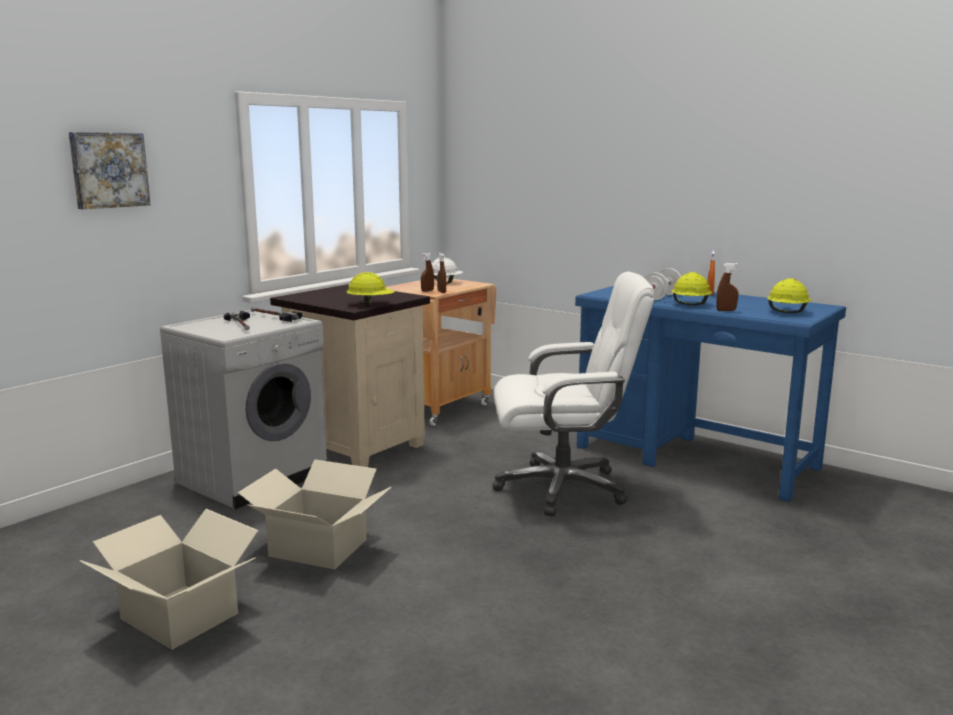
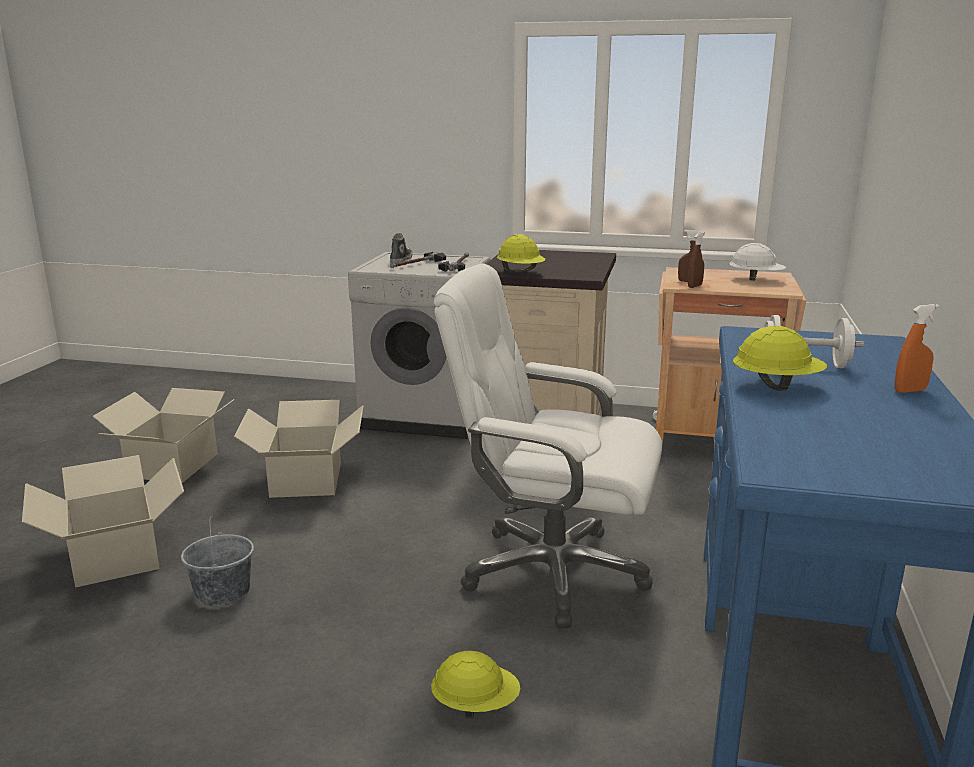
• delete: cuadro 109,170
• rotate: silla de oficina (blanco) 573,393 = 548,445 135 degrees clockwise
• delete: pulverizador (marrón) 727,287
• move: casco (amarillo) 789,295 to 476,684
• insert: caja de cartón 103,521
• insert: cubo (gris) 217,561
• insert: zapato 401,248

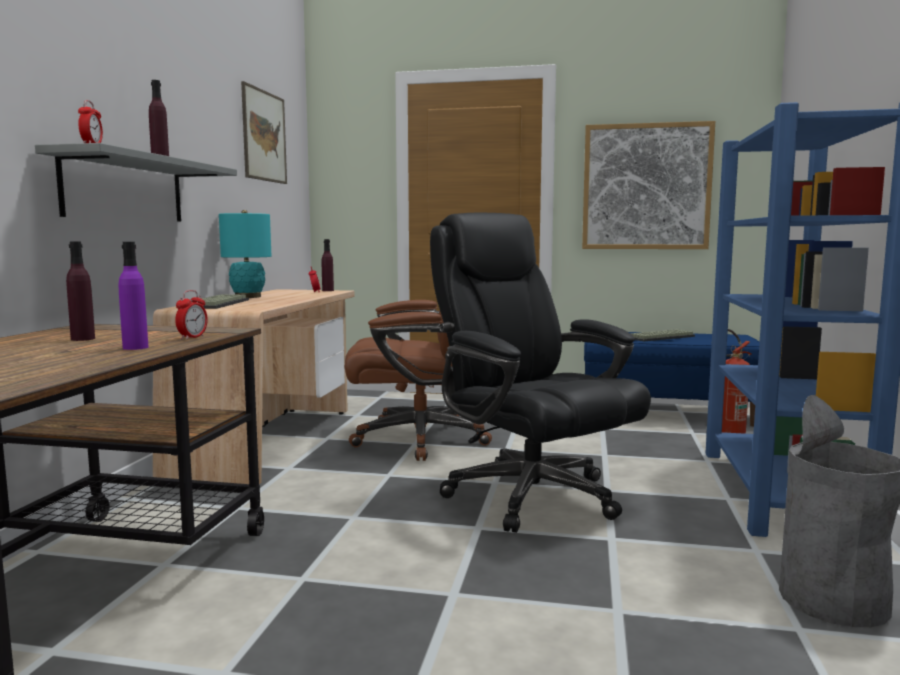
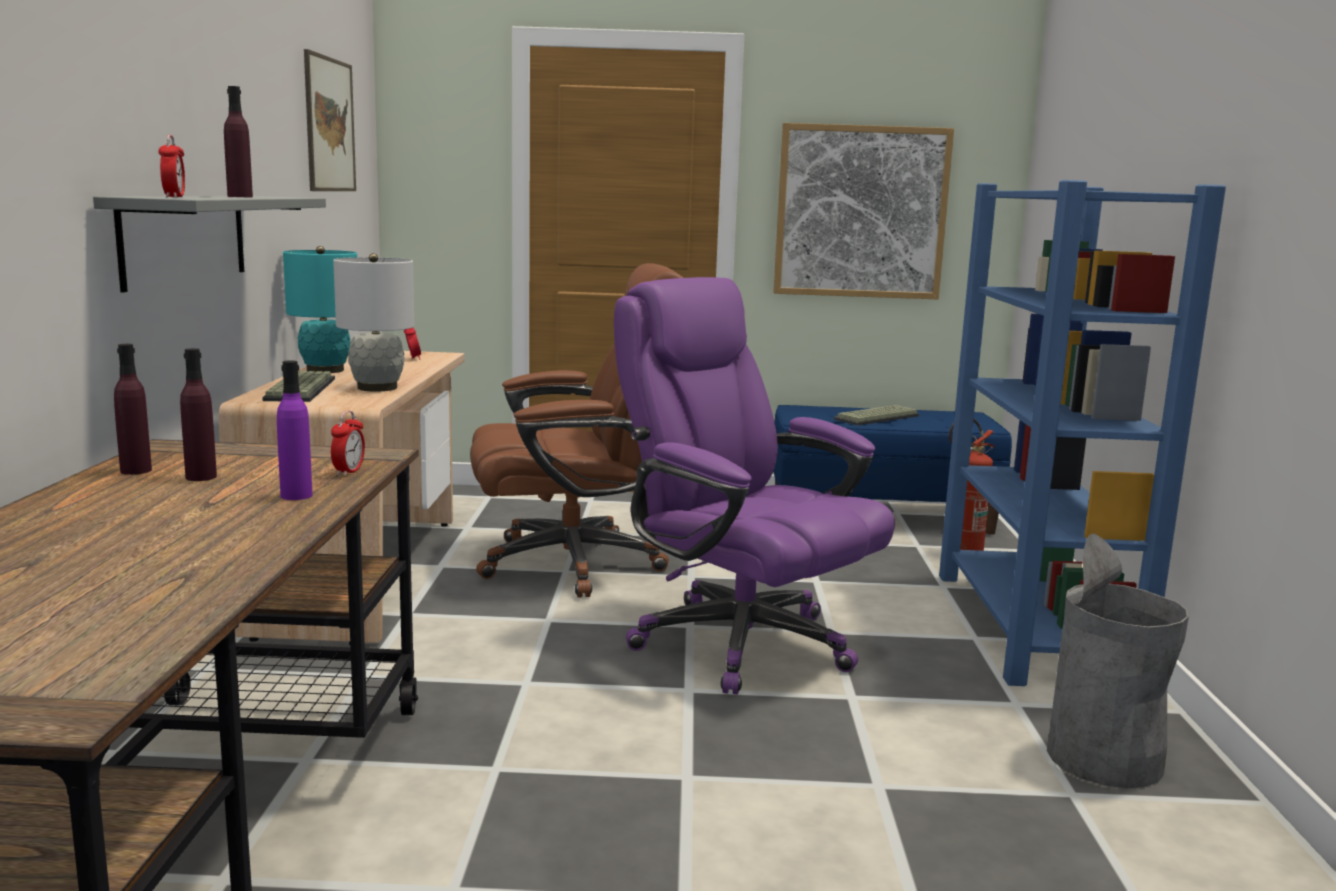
• move: botella (morado) 328,265 to 133,409
• recolor: silla de oficina (negro) 540,373 to silla de oficina (morado) 754,486
• insert: lámpara de mesa (blanco) 373,322

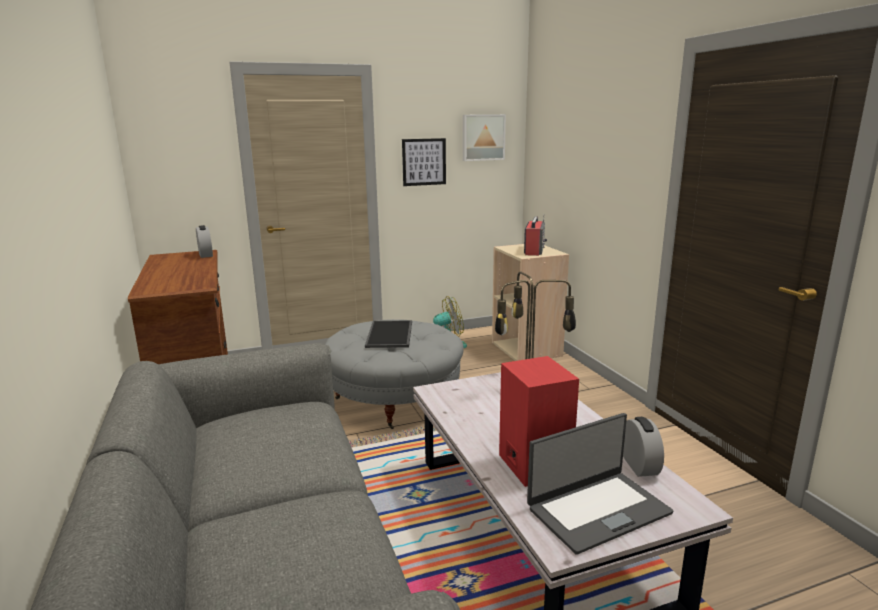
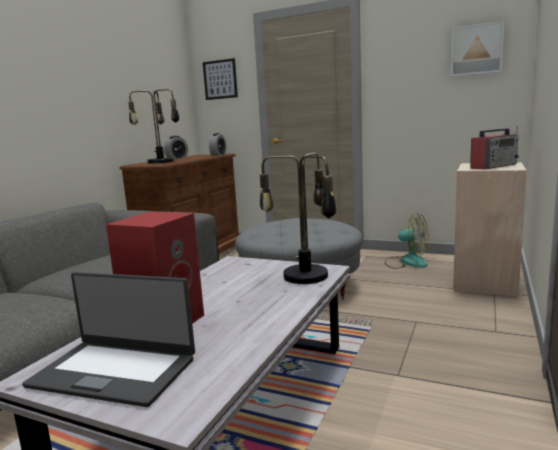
• delete: bandeja 388,334
• move: cuadro 424,162 to 220,79
• move: despertador 643,447 to 176,147
• insert: lámpara de mesa 153,126

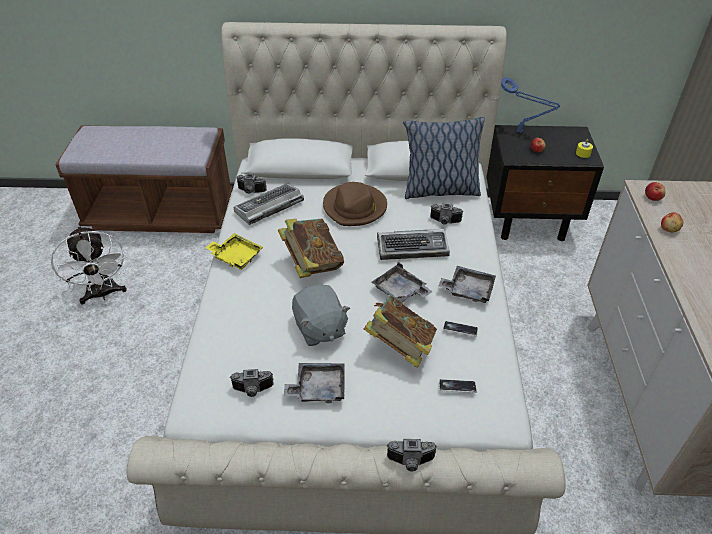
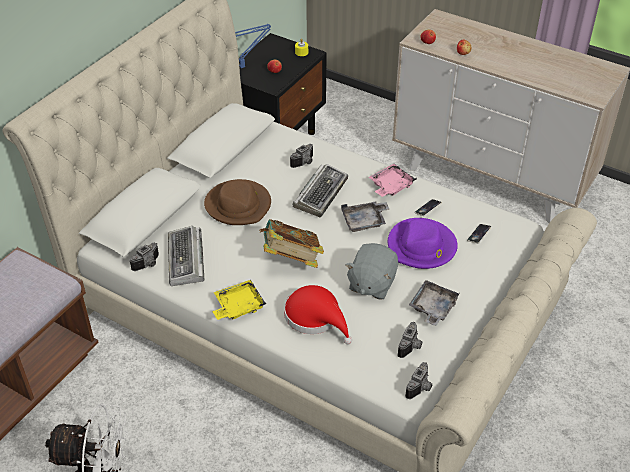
• rotate: peluche (gris) 321,315 = 371,271 105 degrees clockwise
• replace: libro 400,331 to sombrero (morado) 423,243
• move: cámara 412,455 to 418,380
• delete: cojín 444,158
• recolor: bandeja (gris) 467,284 to bandeja (rosa) 393,180
• insert: sombrero (rojo) 318,314

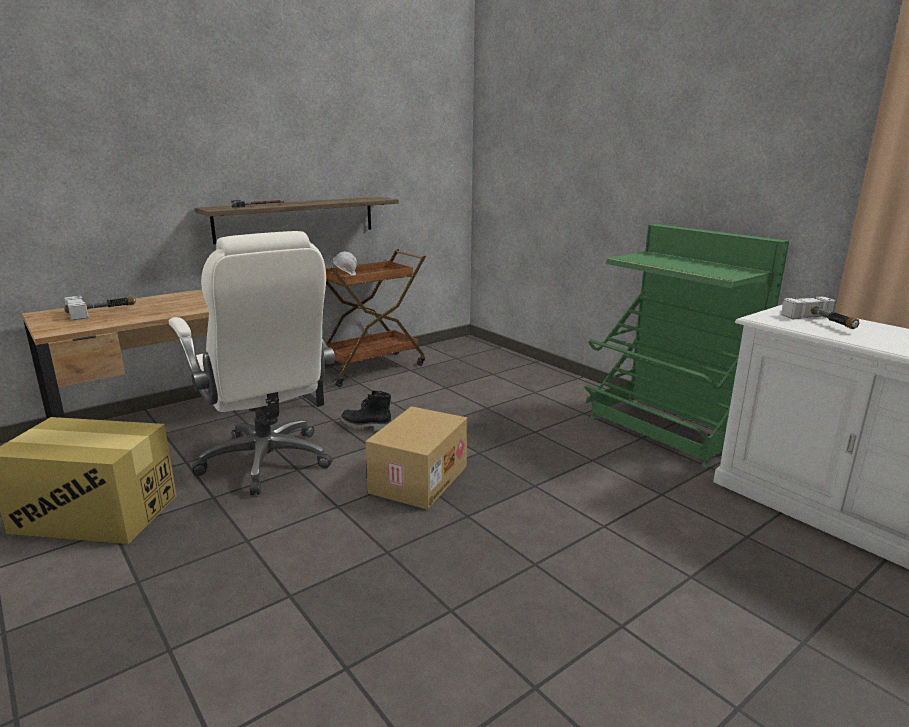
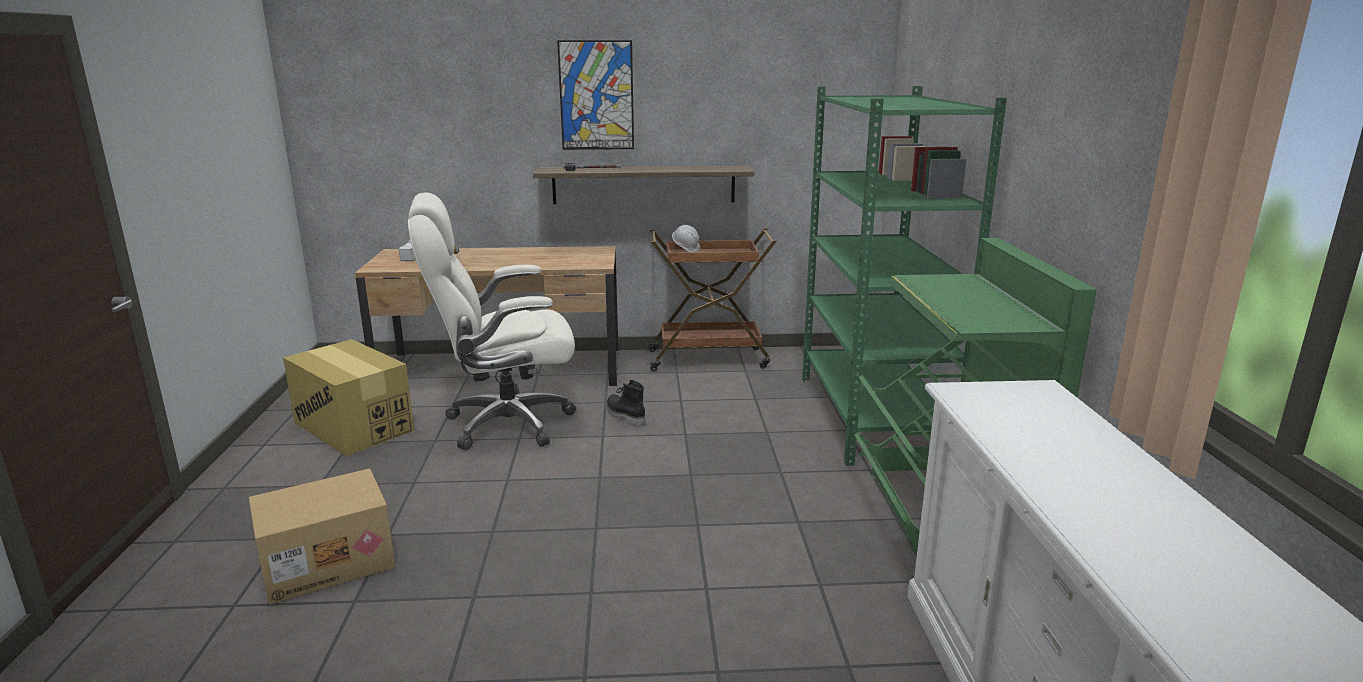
• rotate: silla de oficina (blanco) 252,363 = 492,321 75 degrees clockwise
• move: caja de cartón 416,458 to 322,536
• delete: martillo 820,313
• insert: cuadro 595,95
• insert: estantería (verde) 904,276

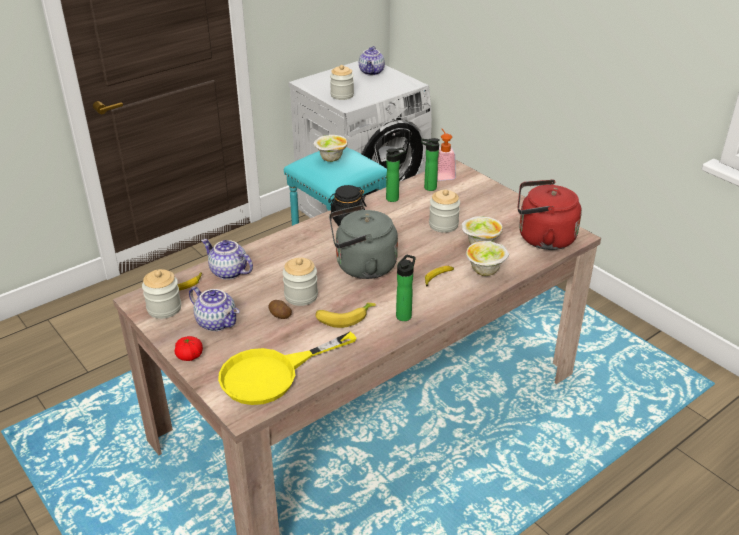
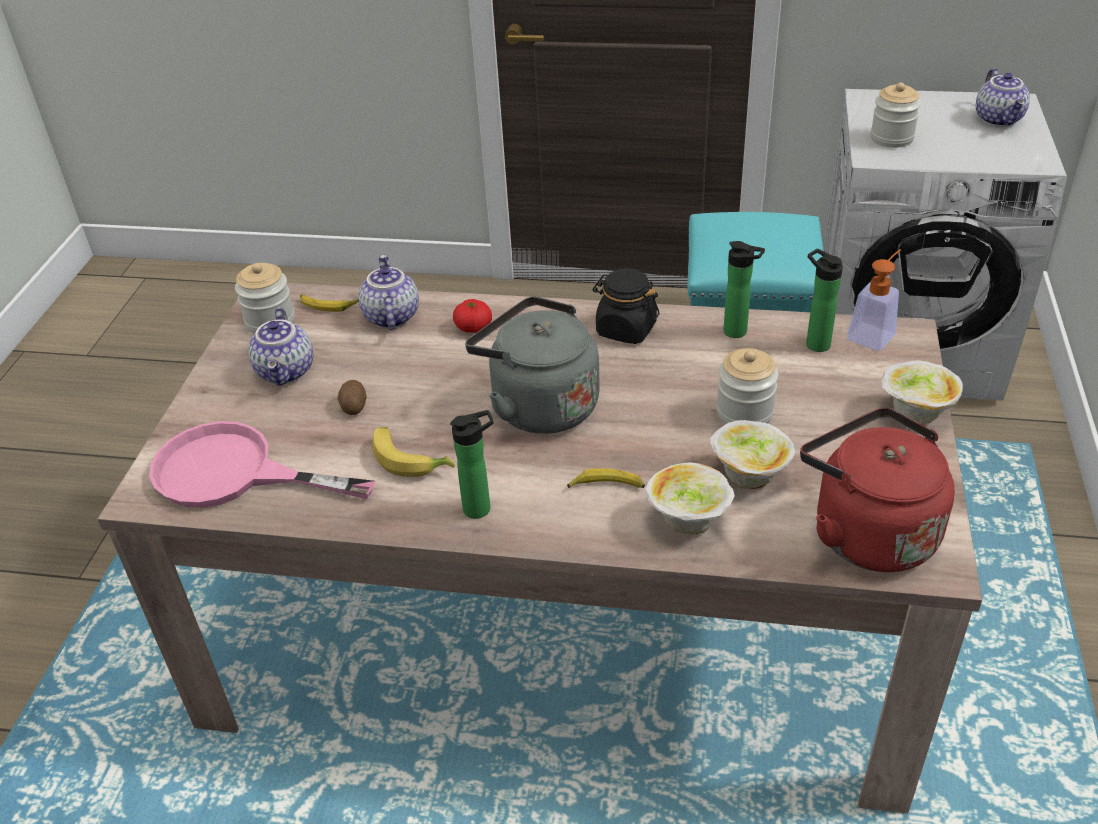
• move: tomate 188,348 to 472,316
• recolor: sartén (amarillo) 287,368 to sartén (rosa) 262,464
• delete: tarro 300,281
• move: cuenco 331,148 to 922,392
• rotate: tetera 372,61 = 1003,97 60 degrees counterclockwise

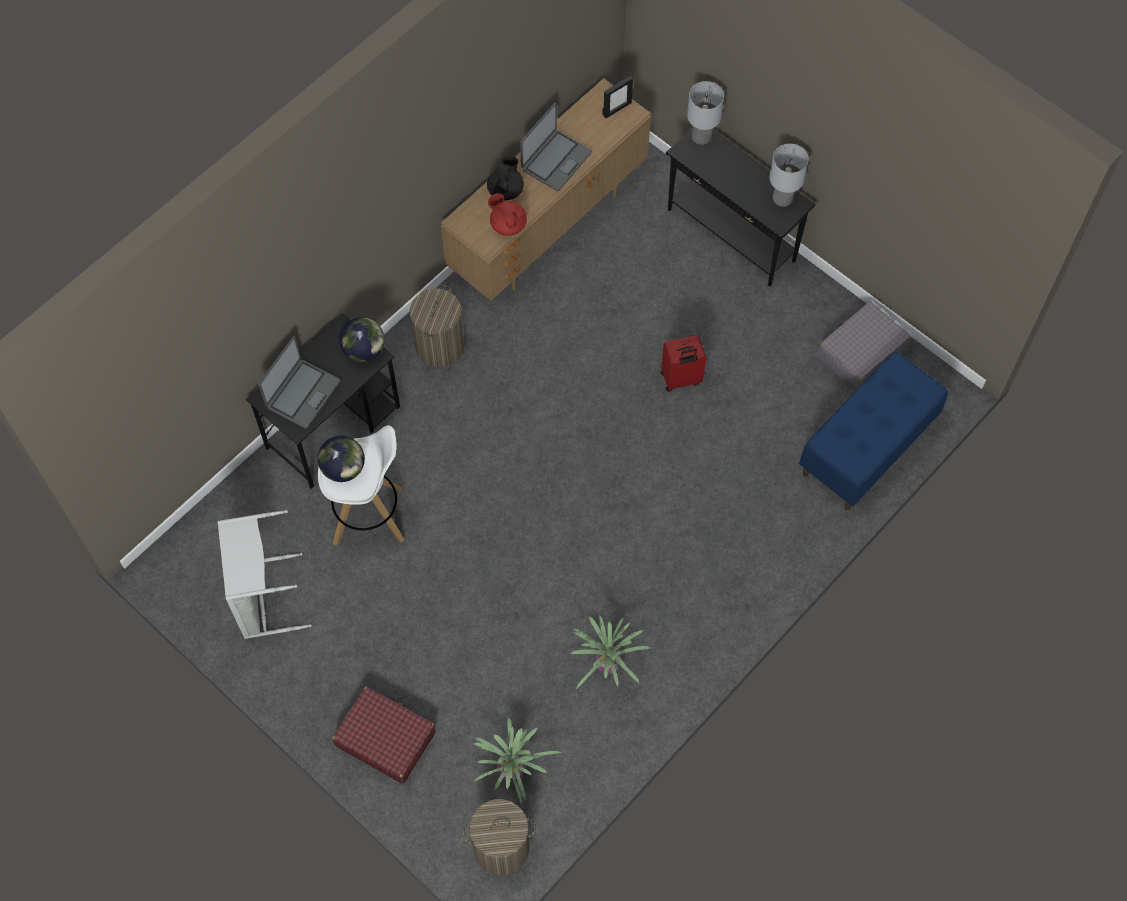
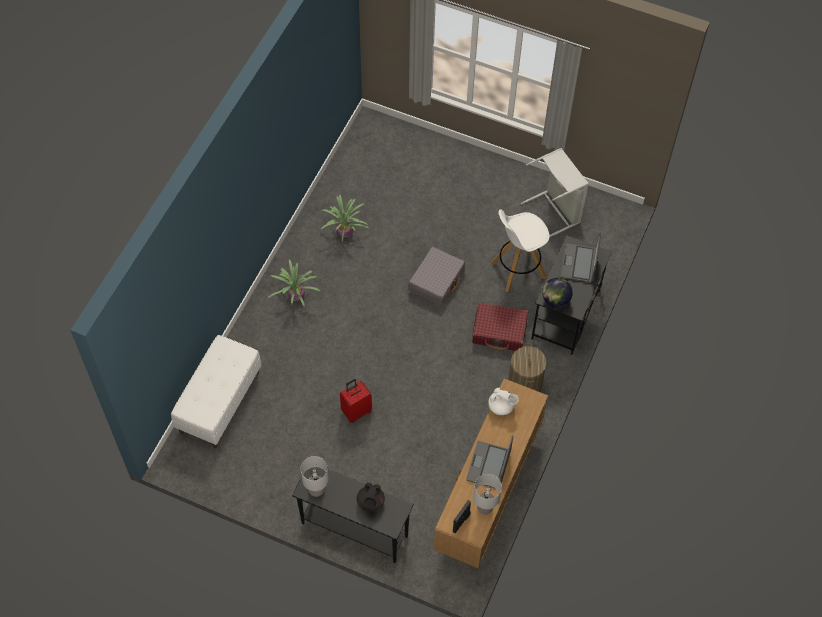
• delete: globo terráqueo 341,459
• move: maleta (rojo) 384,735 to 500,326
• delete: cesto de la ropa 499,837
• move: planta en maceta 517,760 to 294,283
• move: tetera (negro) 505,178 to 371,497
• recolor: tetera (rojo) 507,214 to tetera (blanco) 503,401
• move: lámpara de mesa (gris) 705,113 to 487,494
• recolor: banco (azul) 873,431 to banco (blanco) 216,391
• move: maleta (gris) 864,346 to 437,276

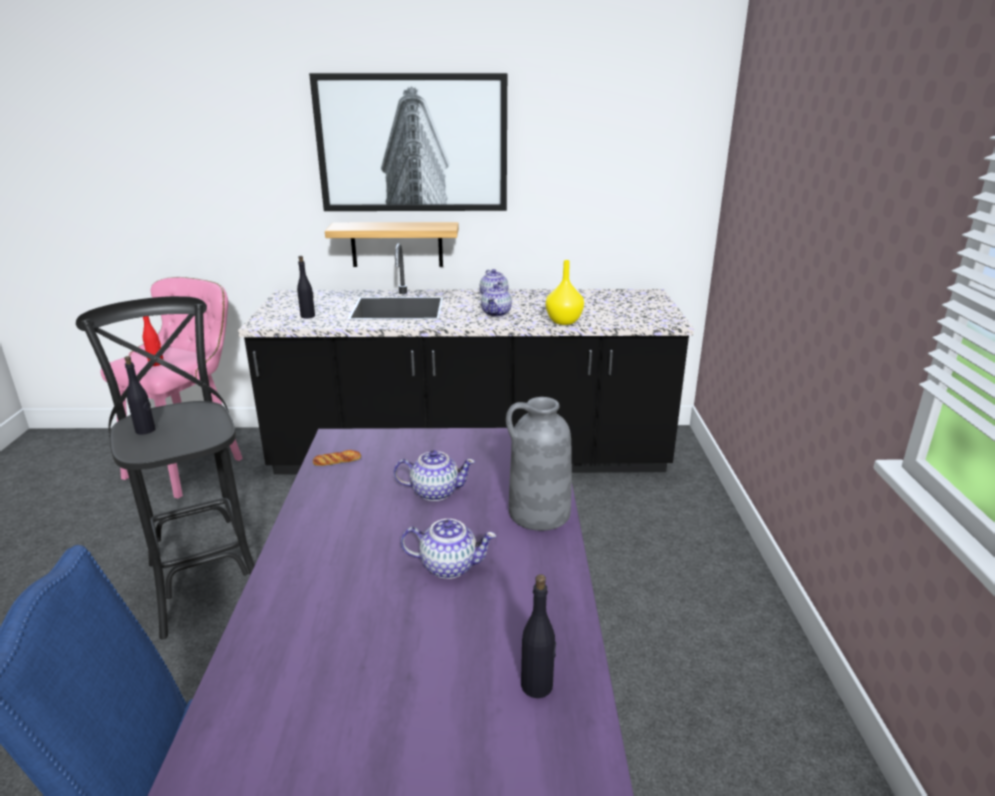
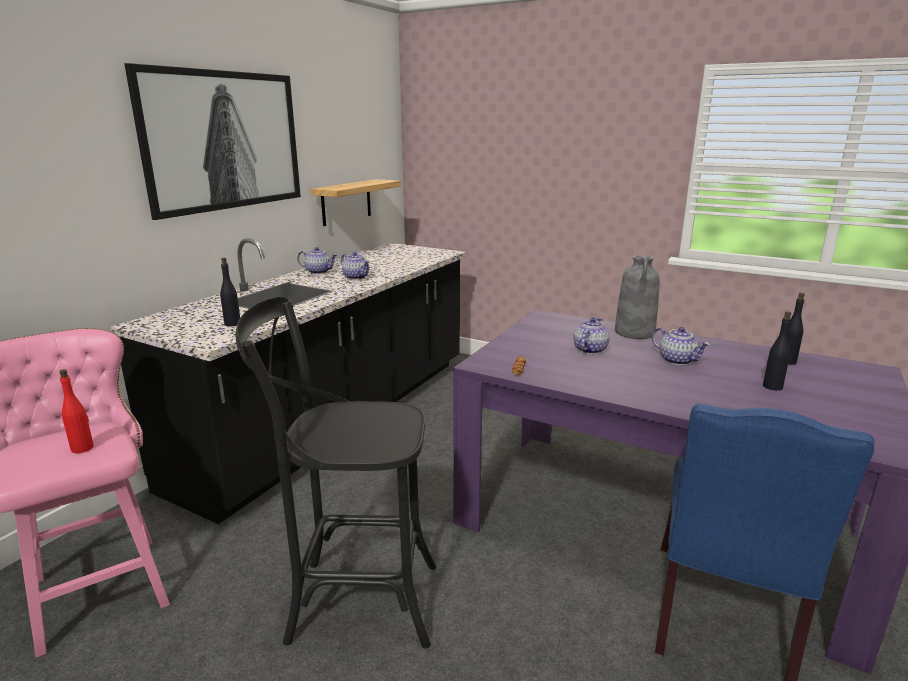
• move: botella (negro) 139,395 to 777,350
• move: estante 392,244 to 355,202
• rotate: tetera 448,549 = 681,346 105 degrees clockwise
• delete: florero (amarillo) 565,292

